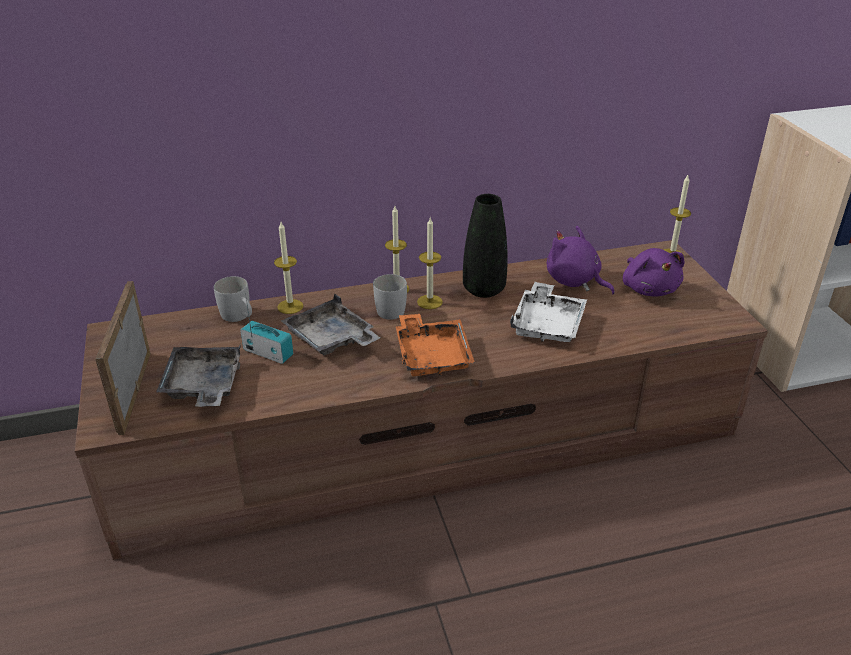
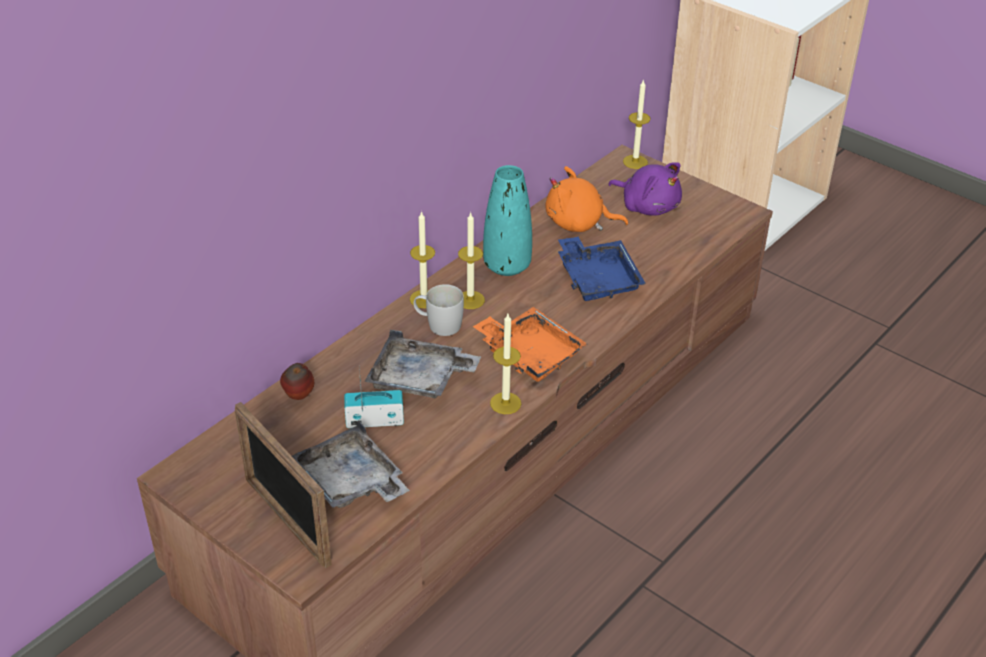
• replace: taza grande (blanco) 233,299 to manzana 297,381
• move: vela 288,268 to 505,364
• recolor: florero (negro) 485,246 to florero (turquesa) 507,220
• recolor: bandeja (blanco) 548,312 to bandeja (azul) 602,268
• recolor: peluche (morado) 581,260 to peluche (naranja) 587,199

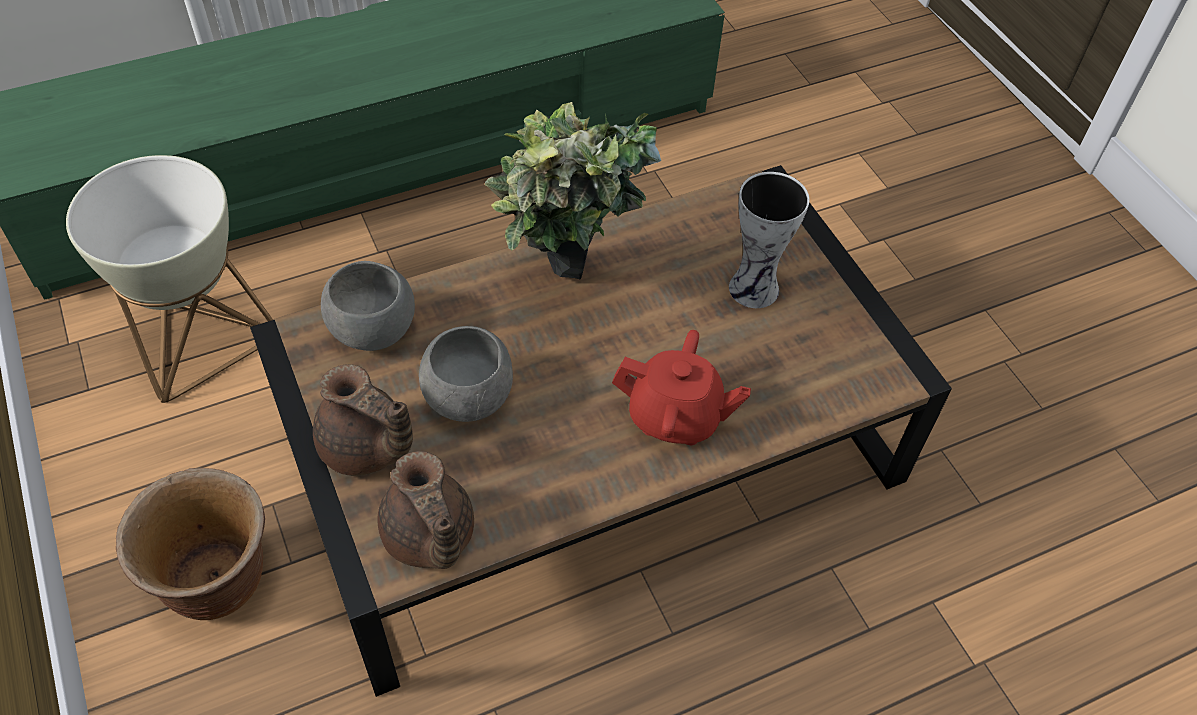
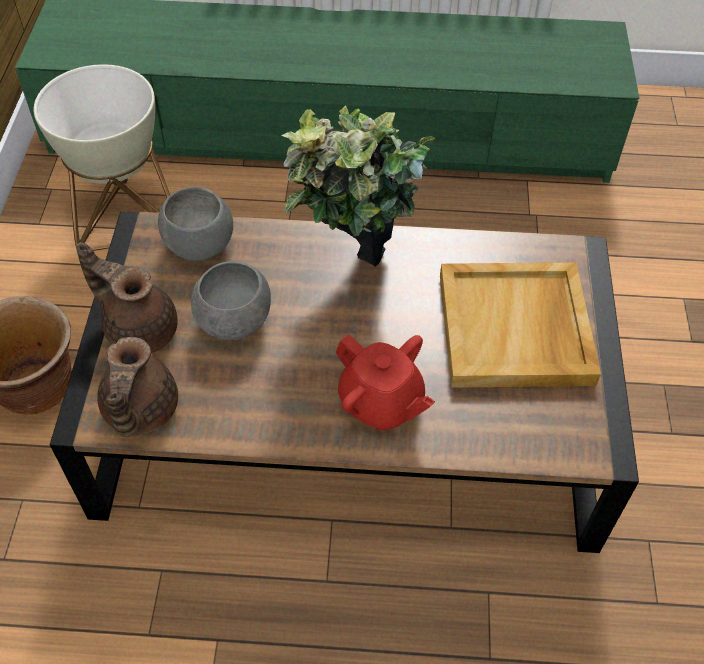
• rotate: tetera (marrón) 363,420 = 127,297 150 degrees clockwise
• replace: florero 769,240 to bandeja (beis) 520,325

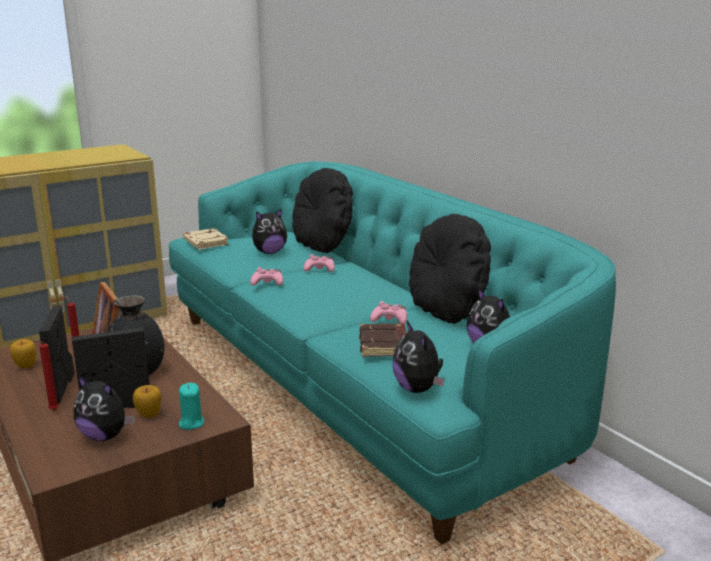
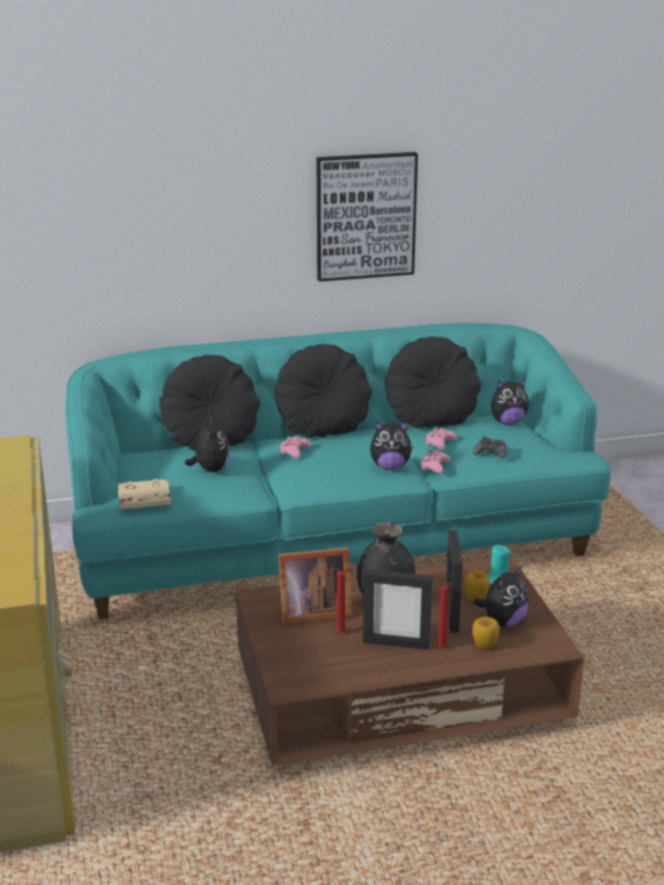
• move: manzana 23,353 to 485,633
• move: mando de consola (rosa) 266,276 to 435,462
• replace: libro (marrón) 383,339 to mando de consola (negro) 490,447
• move: peluche 418,357 to 392,445
• insert: cojín (negro) 323,391
• insert: cuadro 367,217

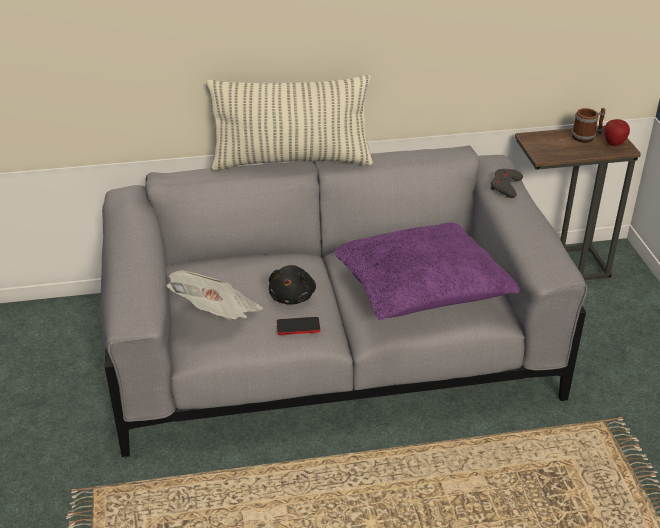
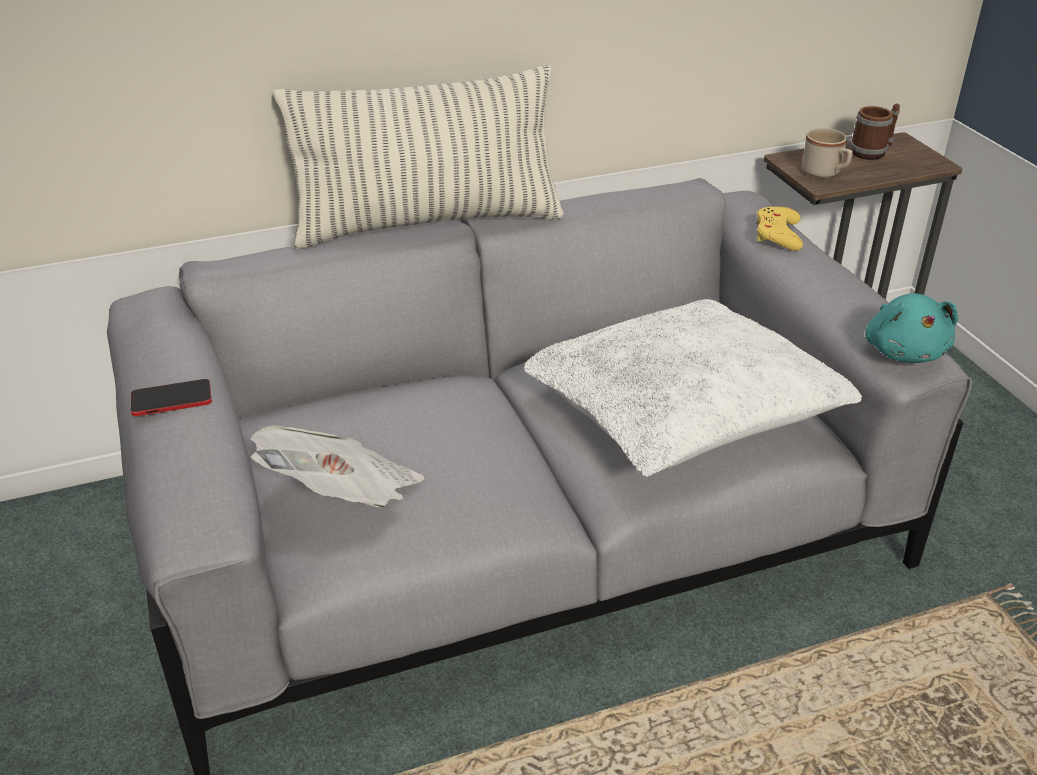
• delete: peluche (negro) 292,285
• move: móvil 299,326 to 171,397
• recolor: cojín (morado) 427,271 to cojín (blanco) 693,388
• recolor: mando de consola (gris) 507,183 to mando de consola (amarillo) 780,229
• delete: manzana 617,132
• insert: taza grande (beis) 827,153
• insert: peluche (turquesa) 911,328

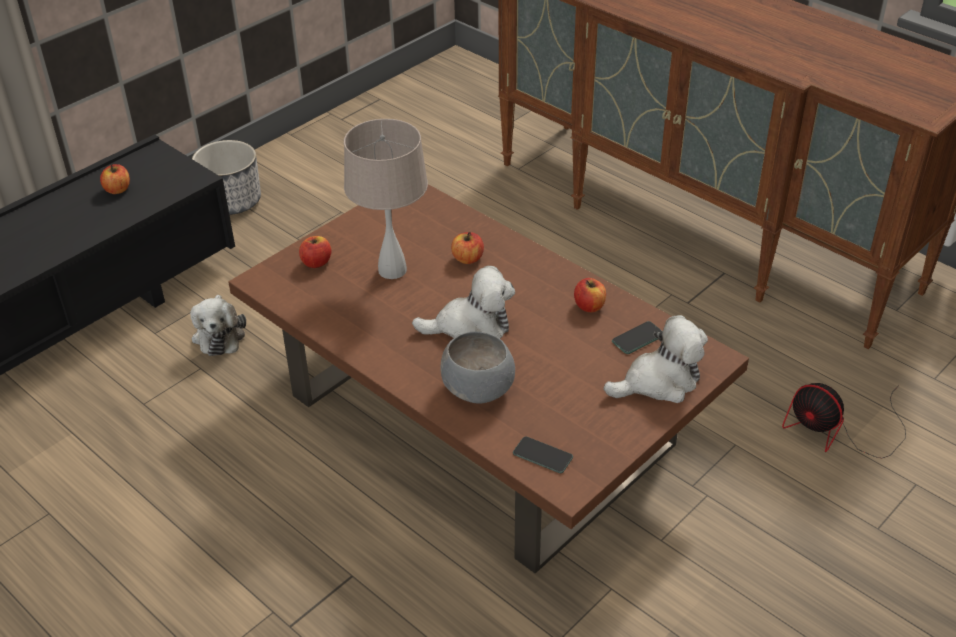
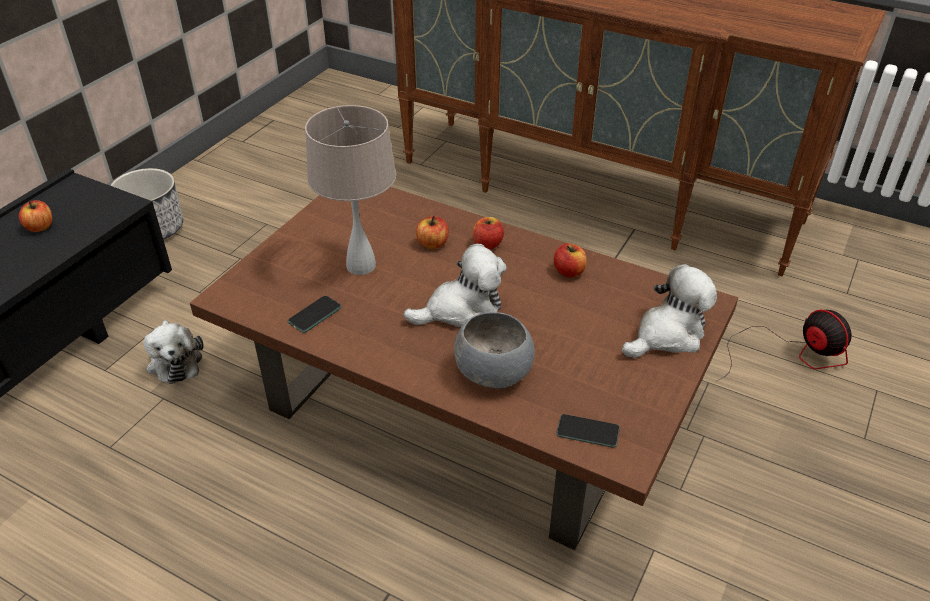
• move: manzana 315,252 to 488,233
• move: móvil 637,337 to 315,314
• rotate: ventilador 844,420 = 783,346 150 degrees counterclockwise

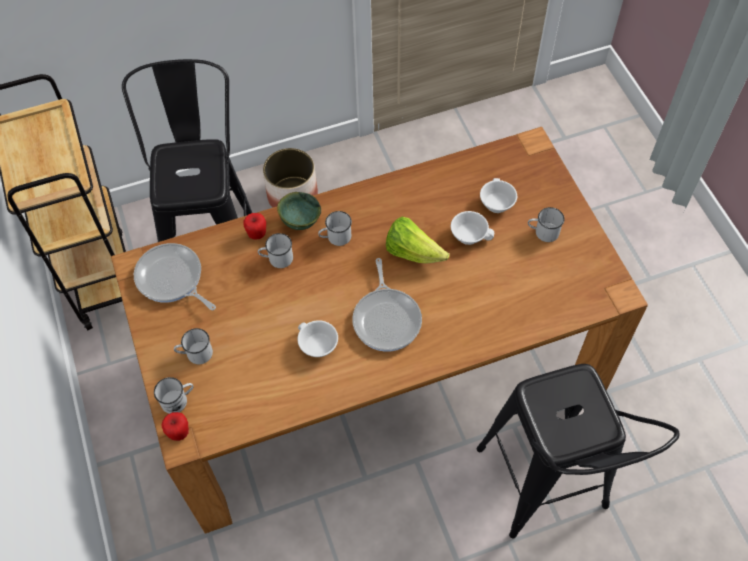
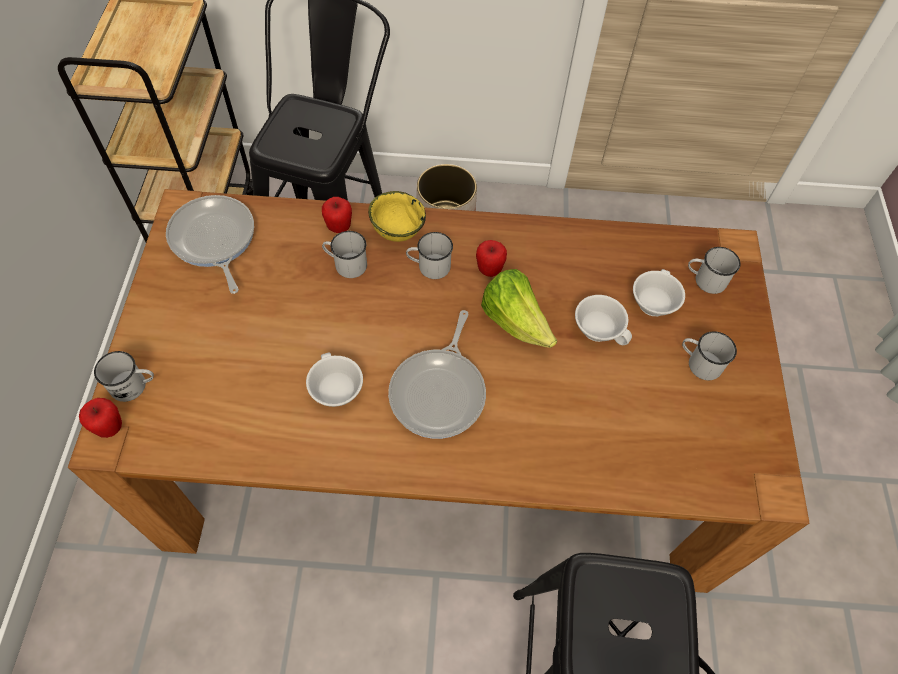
• move: taza grande (blanco) 193,346 to 714,270
• recolor: cuenco (verde) 299,211 to cuenco (amarillo) 397,216
• insert: manzana 491,258

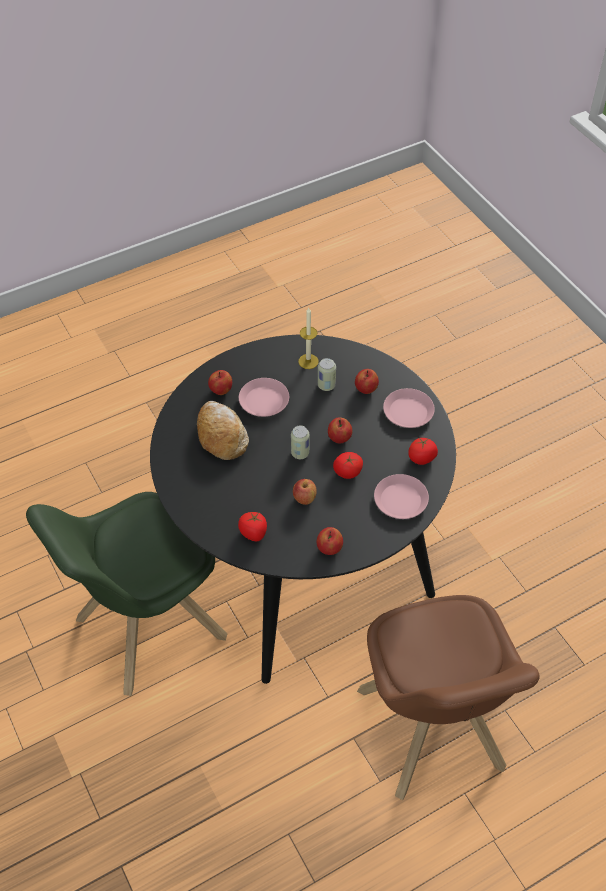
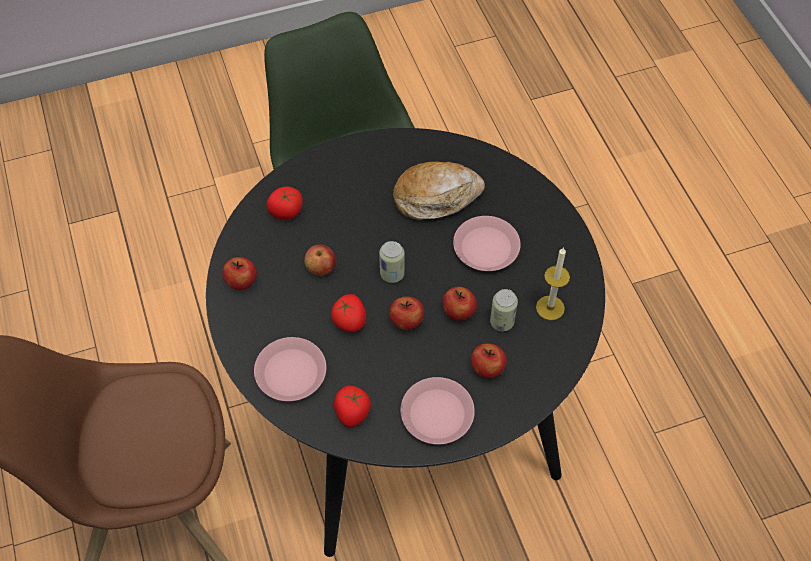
• move: manzana 220,382 to 459,304

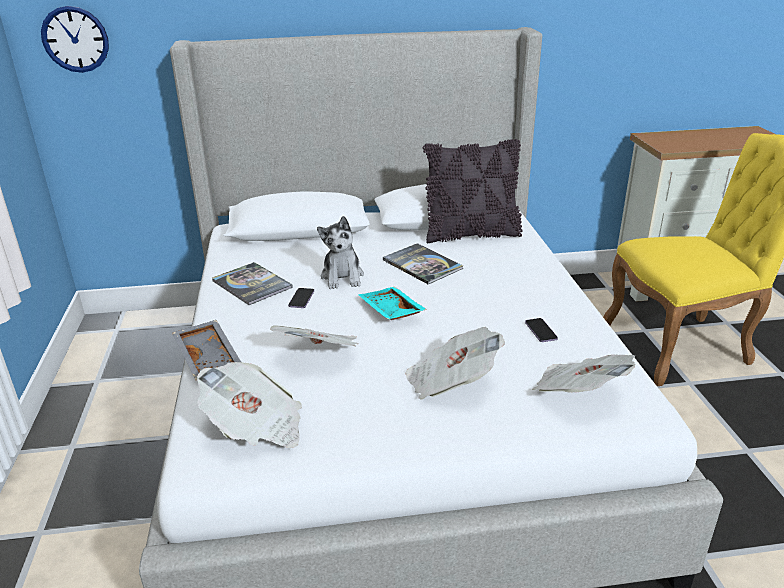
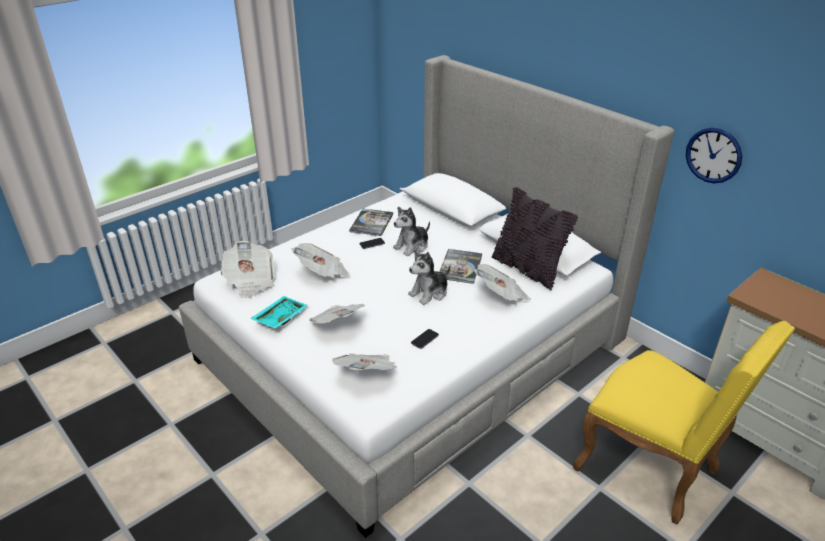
• move: reloj de pared 75,39 to 714,155
• delete: bandeja (gris) 206,350
• move: bandeja (turquesa) 392,303 to 279,312
• insert: peluche 429,277
• insert: periódico 502,283

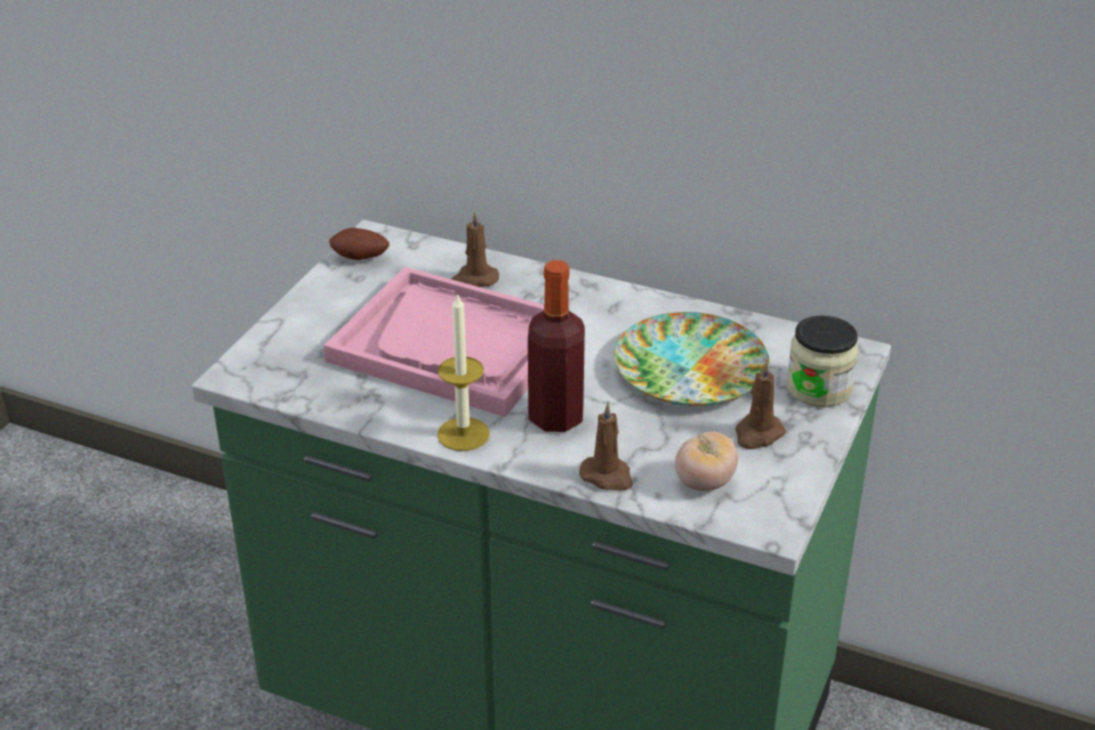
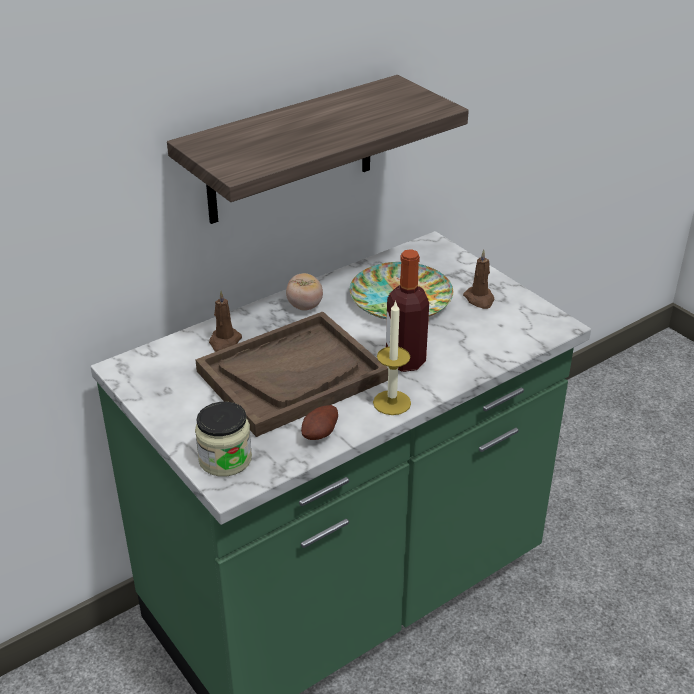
• recolor: bandeja (rosa) 450,342 to bandeja (marrón) 292,374
• move: patata 359,244 to 319,422
• delete: vela (marrón) 606,446
• move: tomate 706,461 to 304,292
• move: tarro 823,361 to 223,439
• insert: estante 318,149

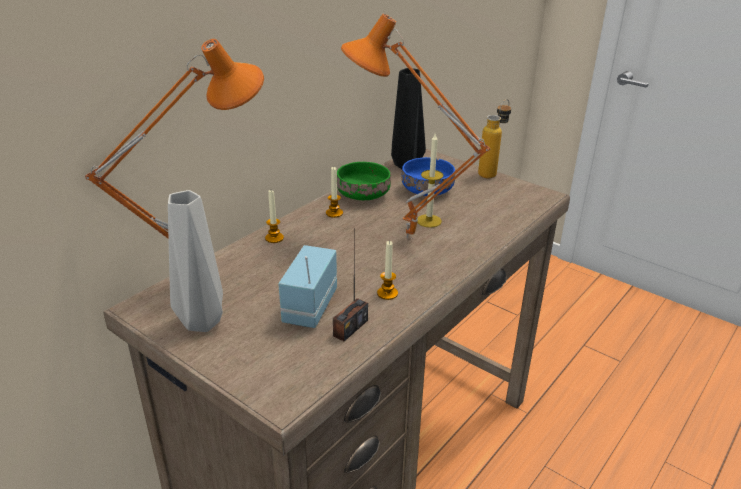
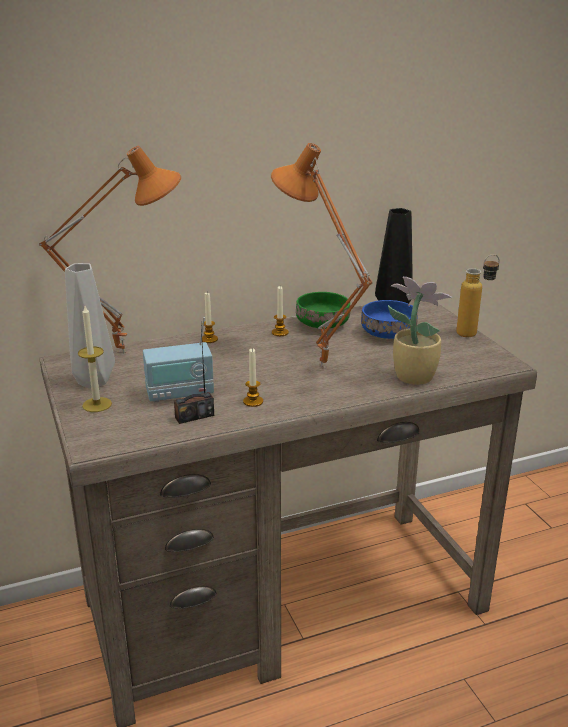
• rotate: radio 307,286 = 178,360 150 degrees counterclockwise
• move: vela 430,181 to 95,359
• insert: planta en maceta 420,331

